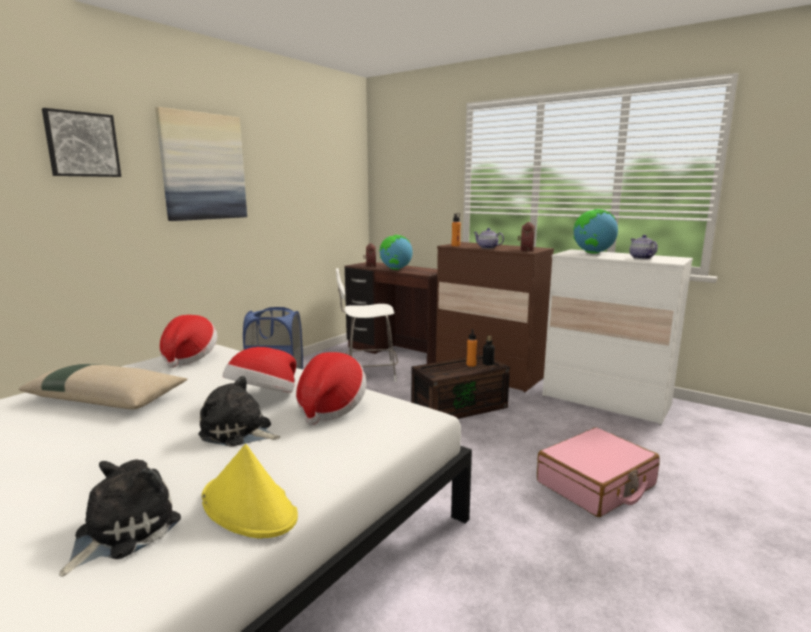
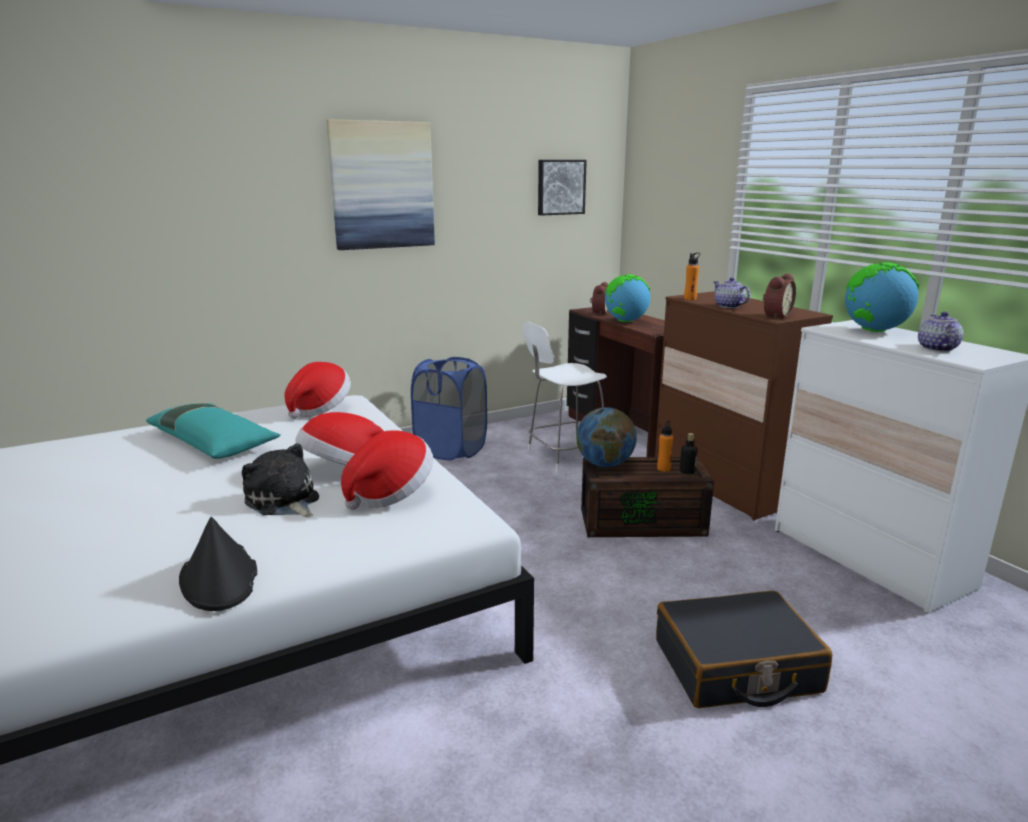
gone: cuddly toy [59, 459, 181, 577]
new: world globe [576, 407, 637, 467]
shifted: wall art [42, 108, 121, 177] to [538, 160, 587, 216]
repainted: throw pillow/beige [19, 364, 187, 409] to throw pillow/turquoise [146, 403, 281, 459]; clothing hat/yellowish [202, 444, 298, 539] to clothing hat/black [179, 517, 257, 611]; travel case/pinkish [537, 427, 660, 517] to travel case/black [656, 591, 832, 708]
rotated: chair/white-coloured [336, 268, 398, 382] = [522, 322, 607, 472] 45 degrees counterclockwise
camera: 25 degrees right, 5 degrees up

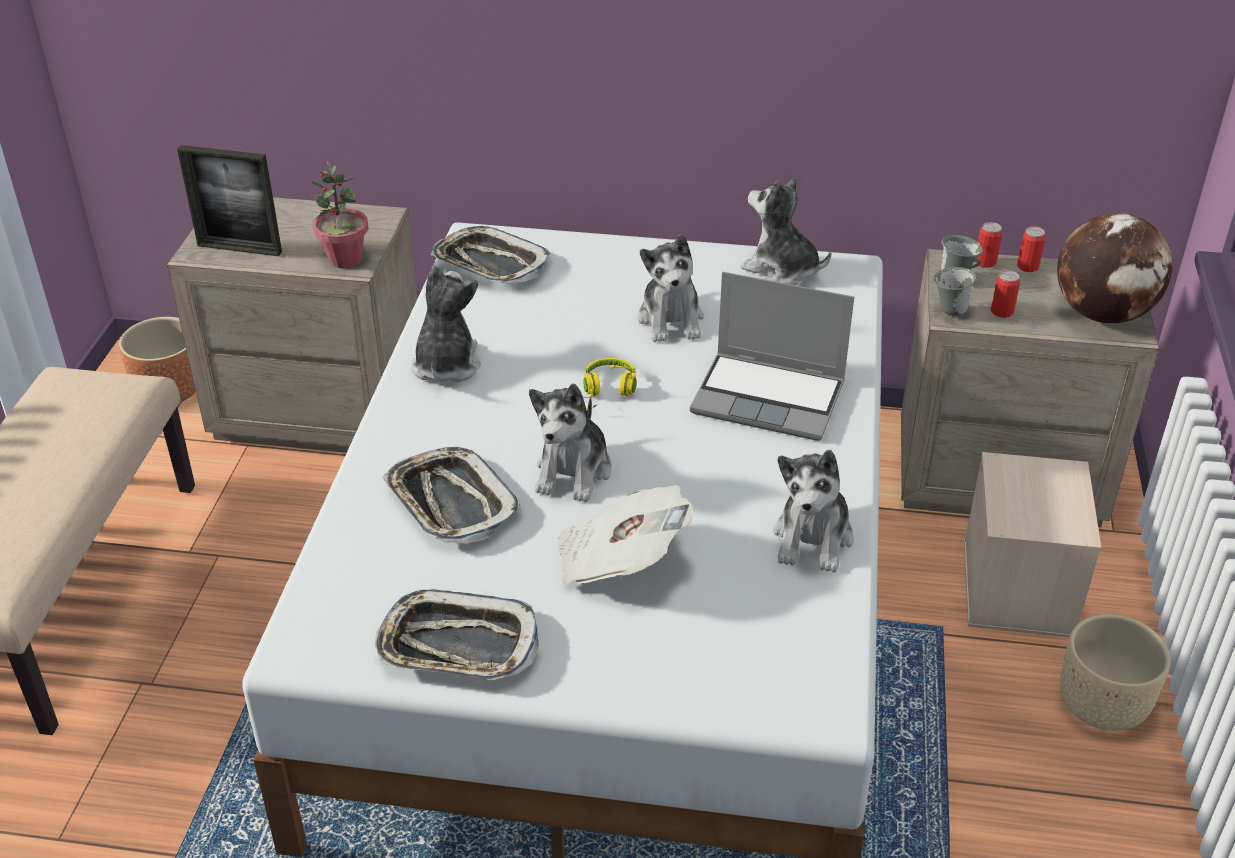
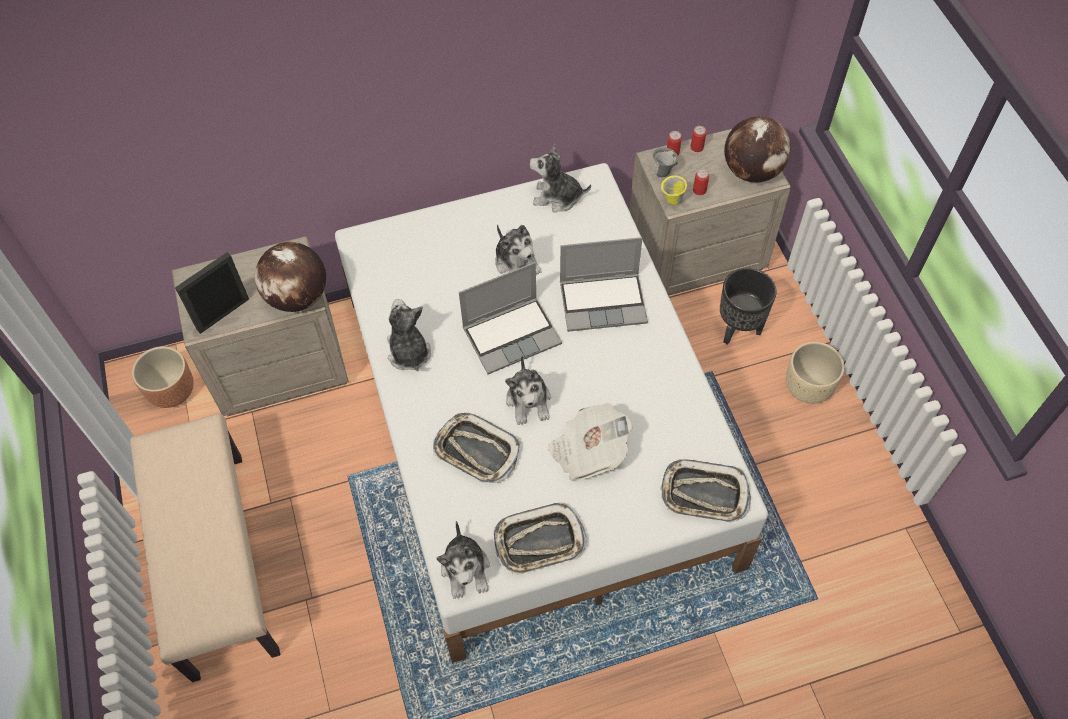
shifted: carrying tray [431, 226, 551, 284] to [660, 459, 751, 522]; cuddly toy [773, 450, 854, 573] to [437, 521, 490, 599]
swapped: plant in a pot [311, 162, 369, 268] to world globe [255, 242, 326, 312]; pair of headphones/yellowish [583, 358, 637, 409] to portable computer [459, 262, 562, 374]; storage bin/beige [964, 452, 1101, 638] to plant pot/black [720, 268, 776, 345]
repainted: coffee mug/gray [933, 267, 977, 316] to coffee mug/yellowish [661, 176, 687, 205]
rotated: picture frame [177, 145, 282, 256] = [175, 252, 249, 334] 150 degrees clockwise
camera: 25 degrees left, 20 degrees up

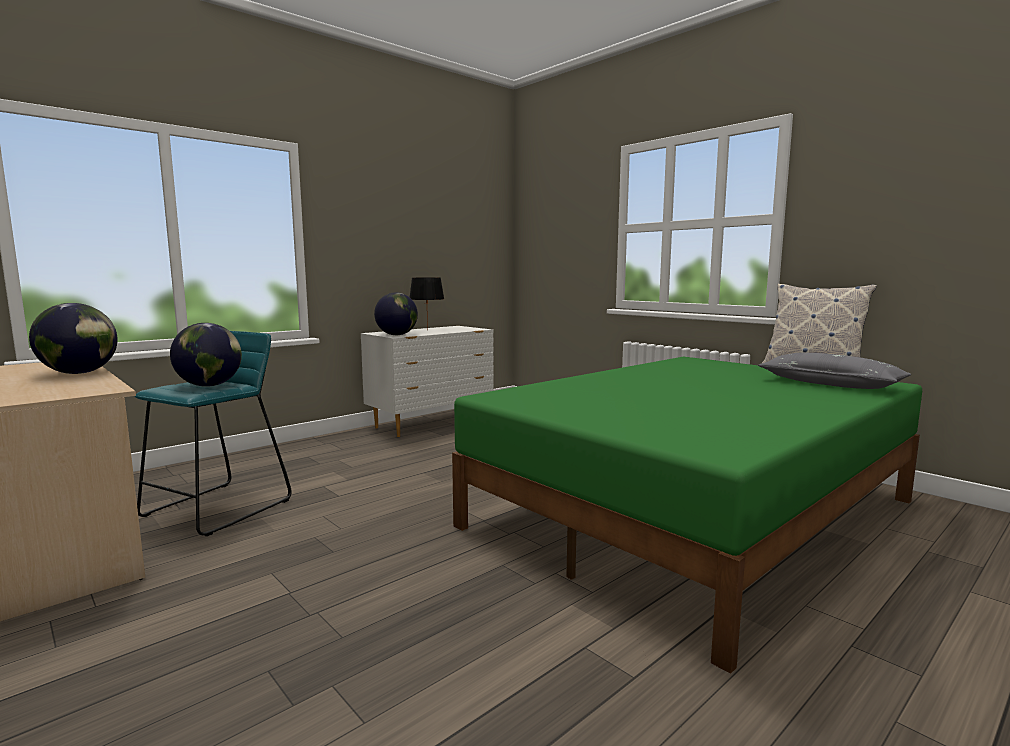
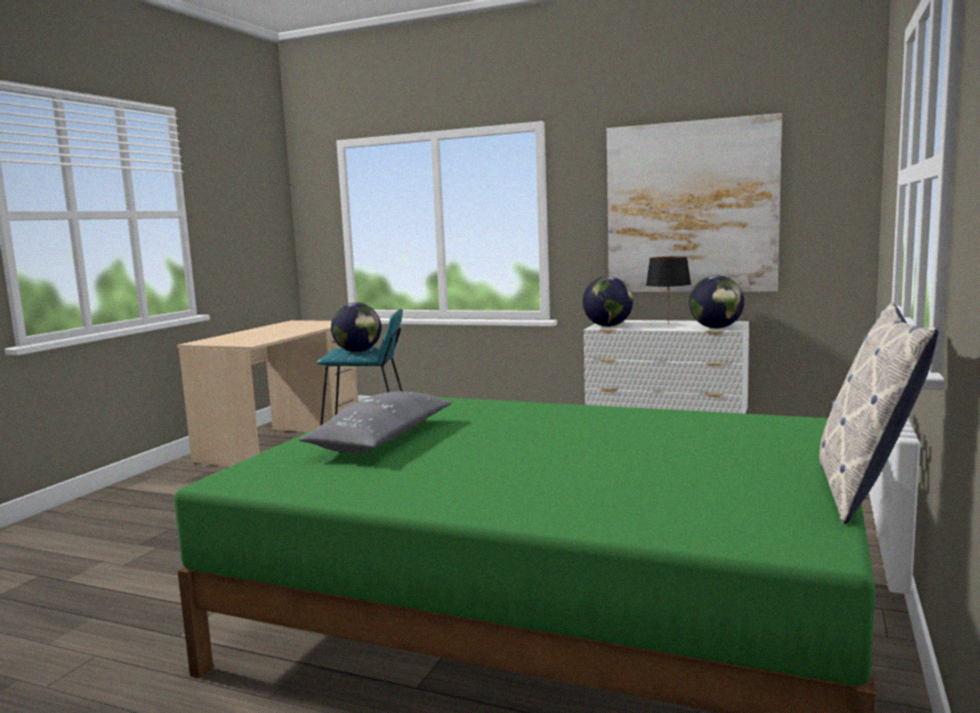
new: wall art [607, 113, 782, 292]
shifted: world globe [29, 303, 118, 374] to [689, 275, 744, 329]; throw pillow/gray [758, 353, 911, 389] to [299, 391, 452, 453]
camera: 65 degrees right, 0 degrees up

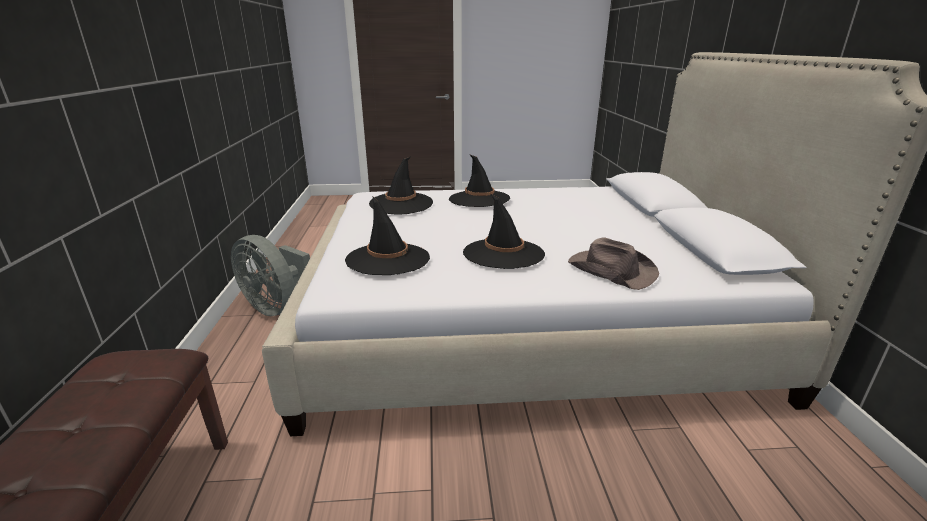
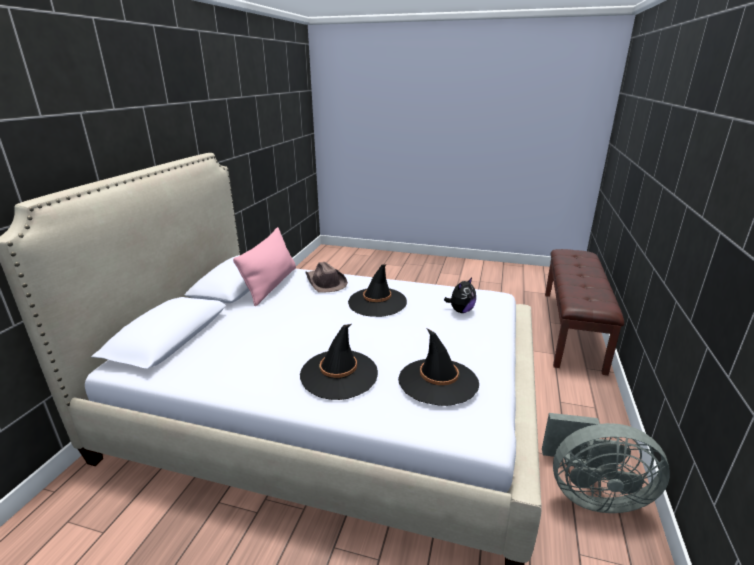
new: throw pillow/pinkish [233, 227, 296, 306]
swapped: clothing hat/black [345, 197, 430, 275] to cuddly toy [444, 277, 476, 313]
rotated: cooling fan/gray [231, 235, 310, 316] = [542, 413, 670, 513] 135 degrees clockwise
camera: 160 degrees left, 0 degrees up

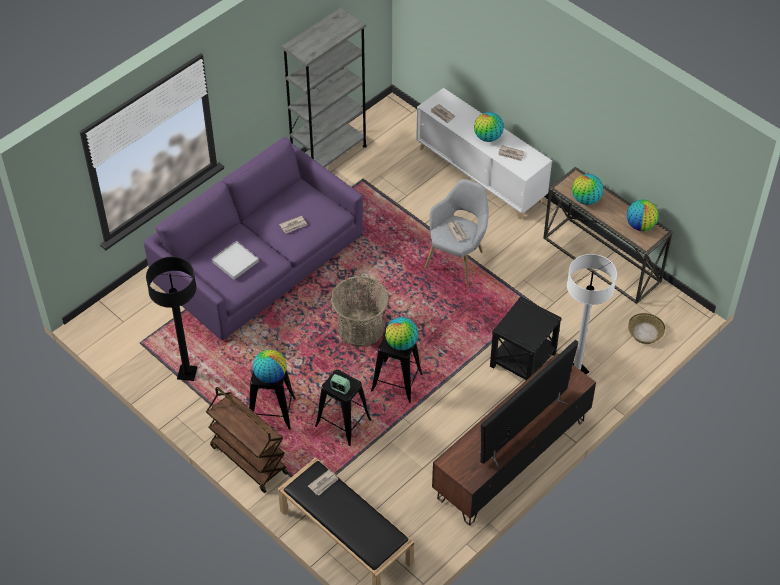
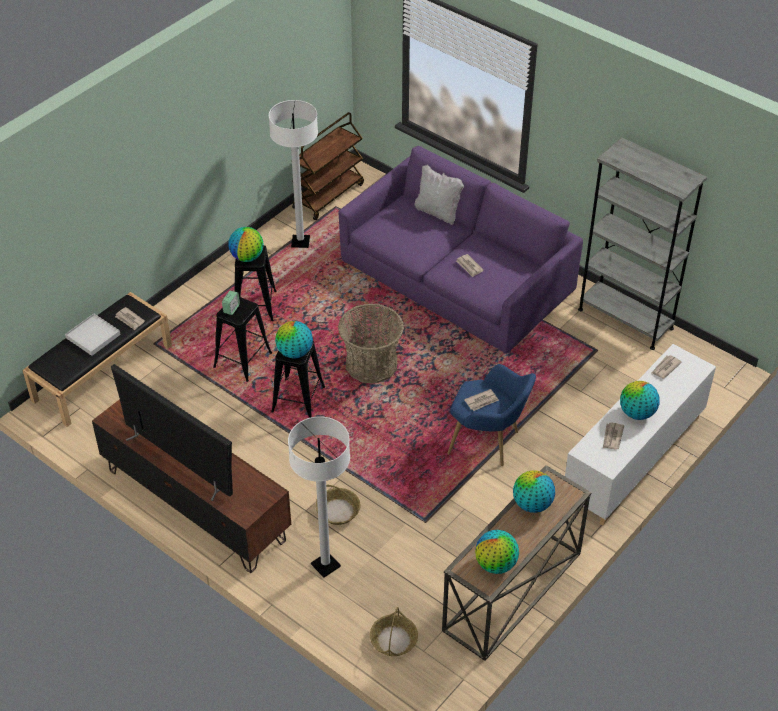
new: throw pillow/white-coloured [414, 165, 464, 225]
shifted: wheeled cart/brown-coloured [206, 387, 288, 493] to [291, 112, 364, 220]; carrying tray/white-coloured [212, 241, 259, 280] to [65, 314, 121, 356]
swapped: end table/black [490, 297, 561, 380] to storage basket [316, 485, 361, 525]
repainted: floor lamp/black [146, 257, 198, 381] to floor lamp/white-coloured [269, 100, 318, 248]; lounge chair/gray [424, 179, 489, 285] to lounge chair/blue [447, 364, 536, 466]
camera: 85 degrees right, 5 degrees down

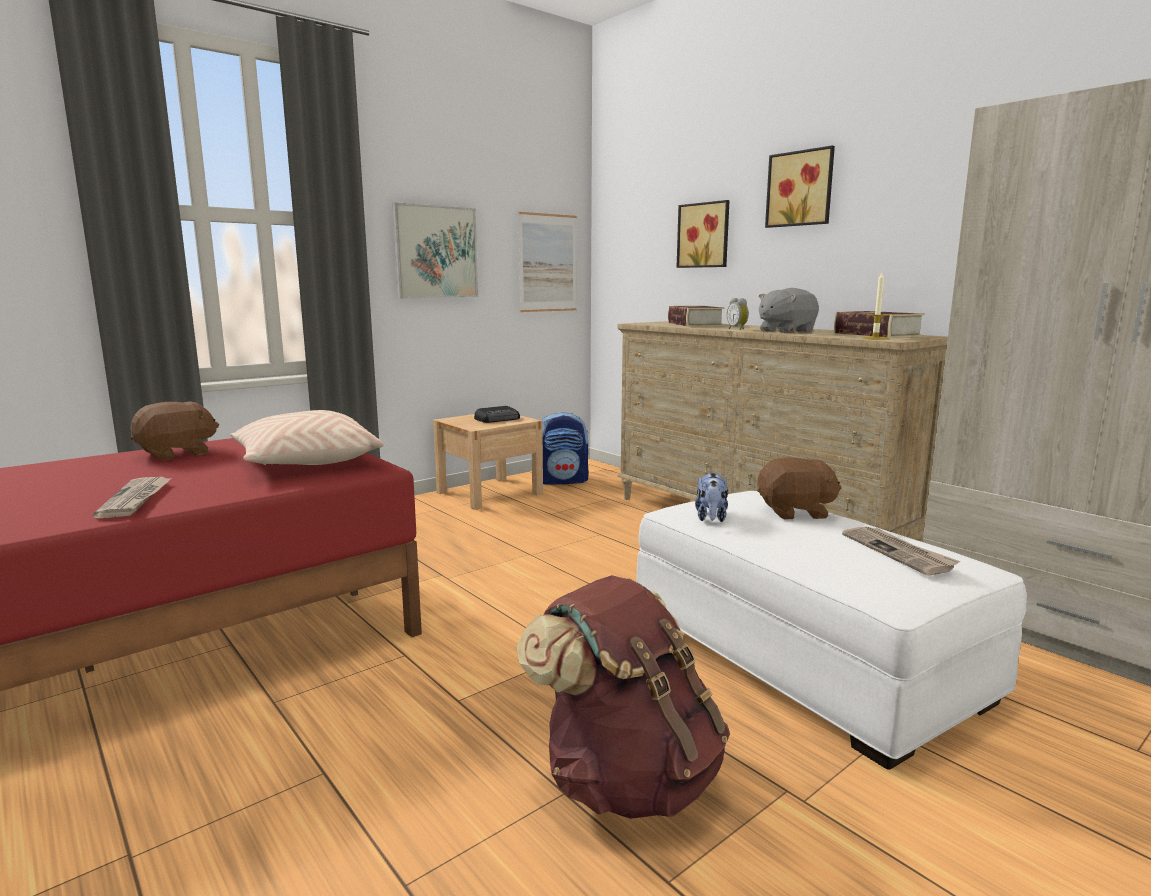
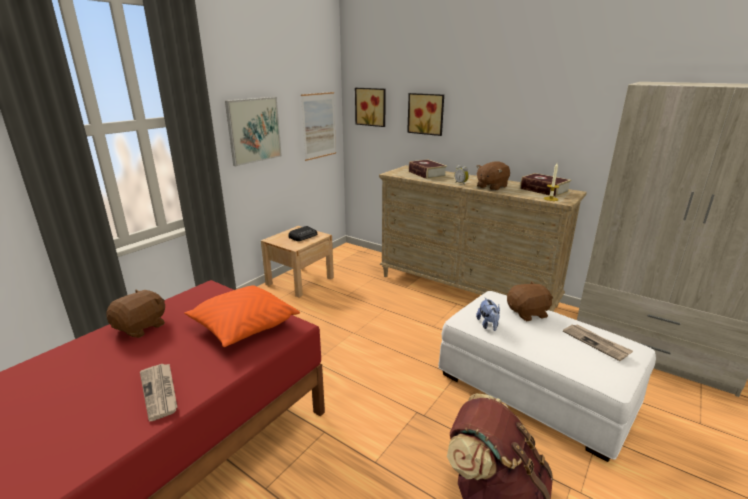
gone: backpack [542, 412, 589, 485]
shifted: wall art [765, 146, 835, 228] to [355, 88, 386, 127]
repainted: throw pillow/beige [230, 410, 384, 465] to throw pillow/orangey [184, 285, 300, 347]; cuddly toy/gray [759, 288, 819, 333] to cuddly toy/brown-coloured [476, 161, 510, 191]
camera: 15 degrees left, 10 degrees up

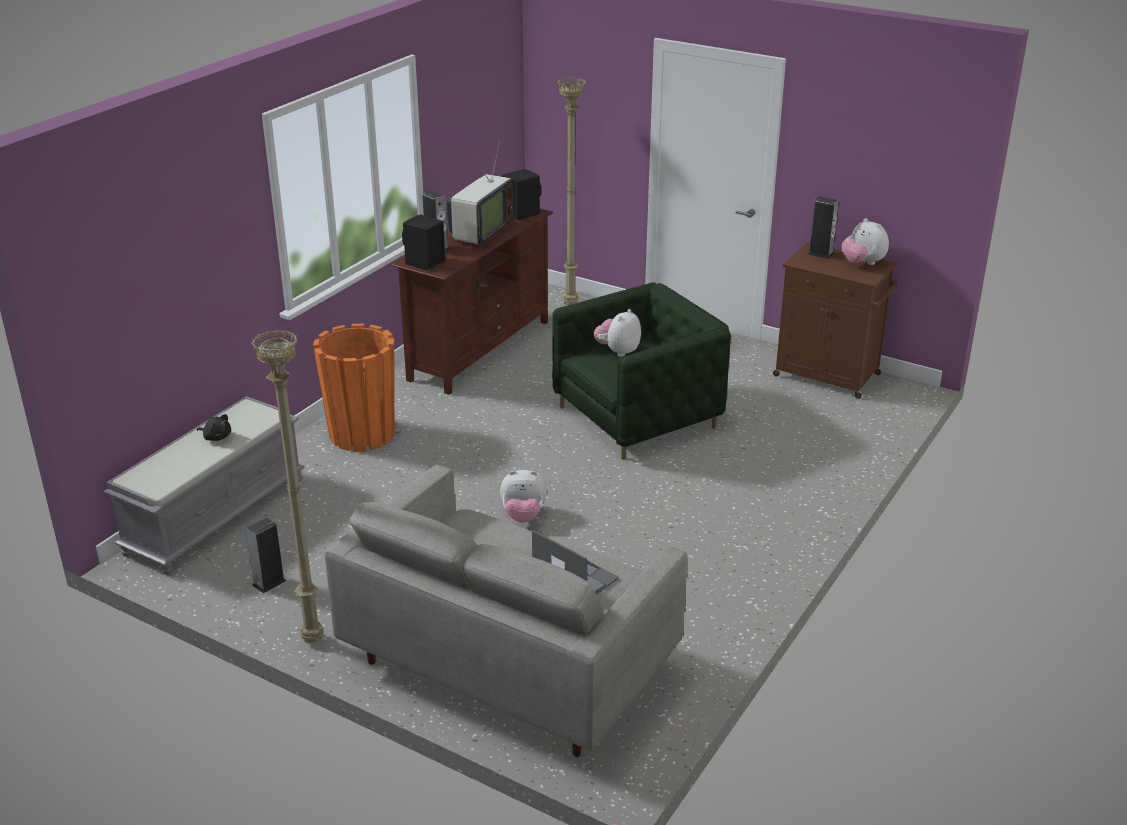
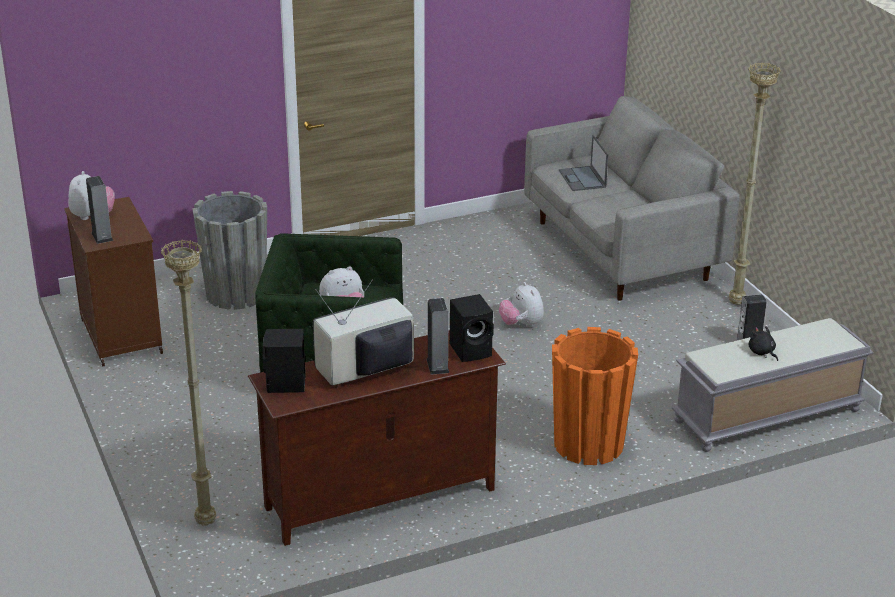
new: plant pot/gray [192, 191, 267, 310]
rotated: cuddly toy [500, 470, 547, 523] = [499, 282, 544, 327] 150 degrees counterclockwise
camera: 145 degrees left, 0 degrees up

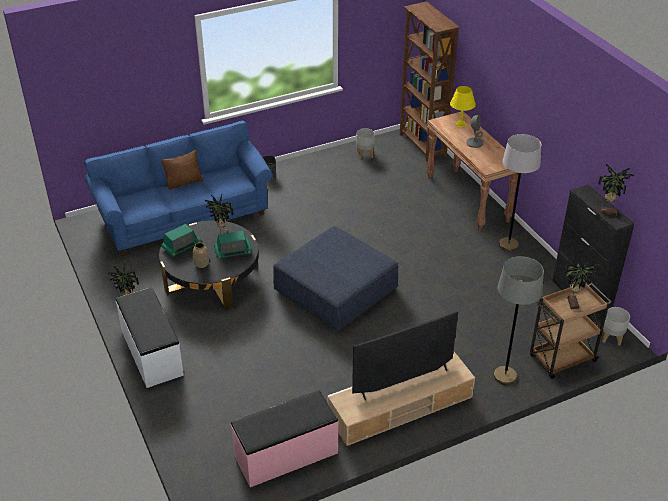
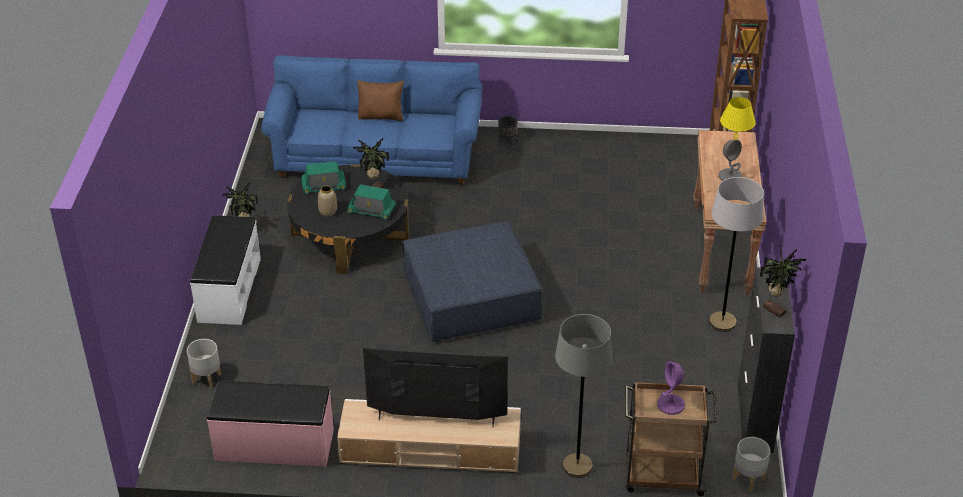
shifted: plant pot/gray [356, 128, 375, 159] to [187, 339, 222, 389]
swapped: plant in a pot [564, 258, 599, 309] to tabletop lamp/purple-coloured [657, 361, 685, 415]
camera: 30 degrees right, 0 degrees up

